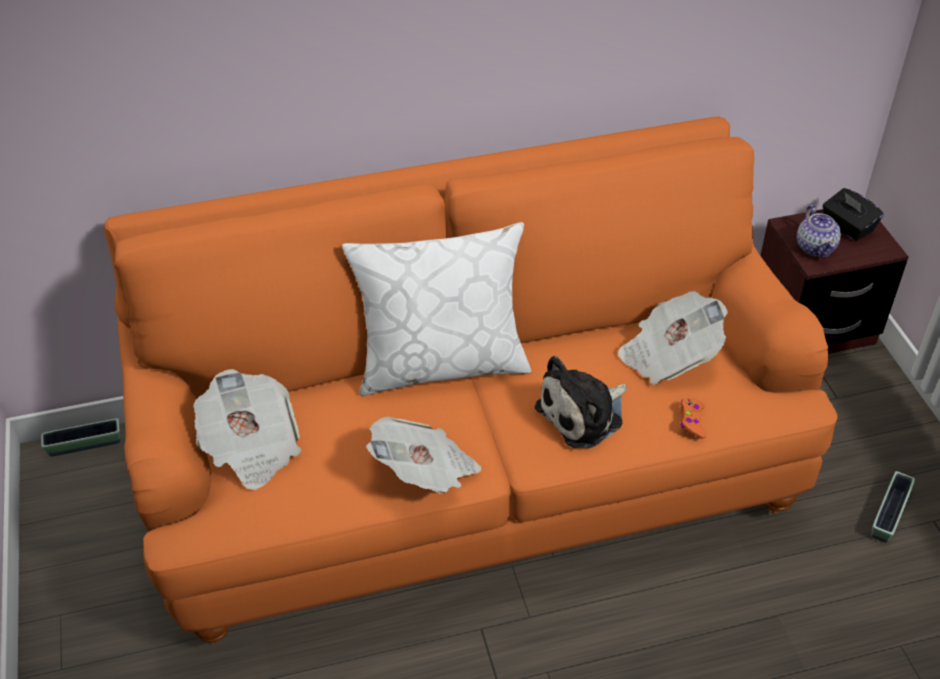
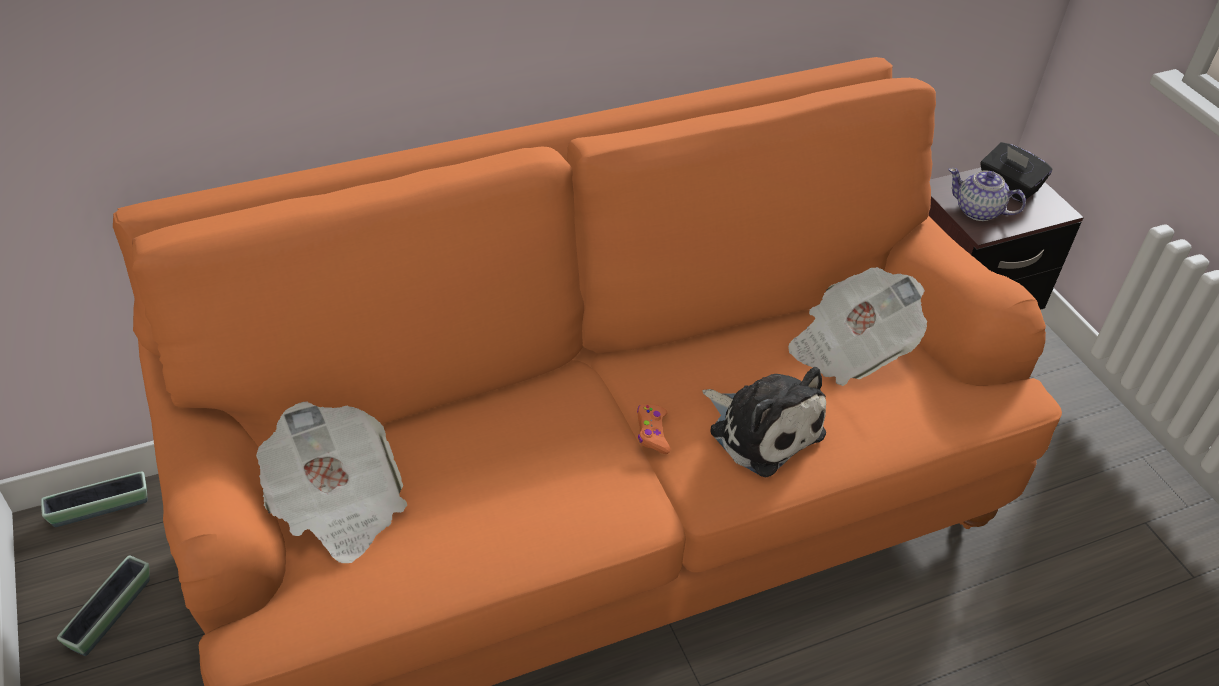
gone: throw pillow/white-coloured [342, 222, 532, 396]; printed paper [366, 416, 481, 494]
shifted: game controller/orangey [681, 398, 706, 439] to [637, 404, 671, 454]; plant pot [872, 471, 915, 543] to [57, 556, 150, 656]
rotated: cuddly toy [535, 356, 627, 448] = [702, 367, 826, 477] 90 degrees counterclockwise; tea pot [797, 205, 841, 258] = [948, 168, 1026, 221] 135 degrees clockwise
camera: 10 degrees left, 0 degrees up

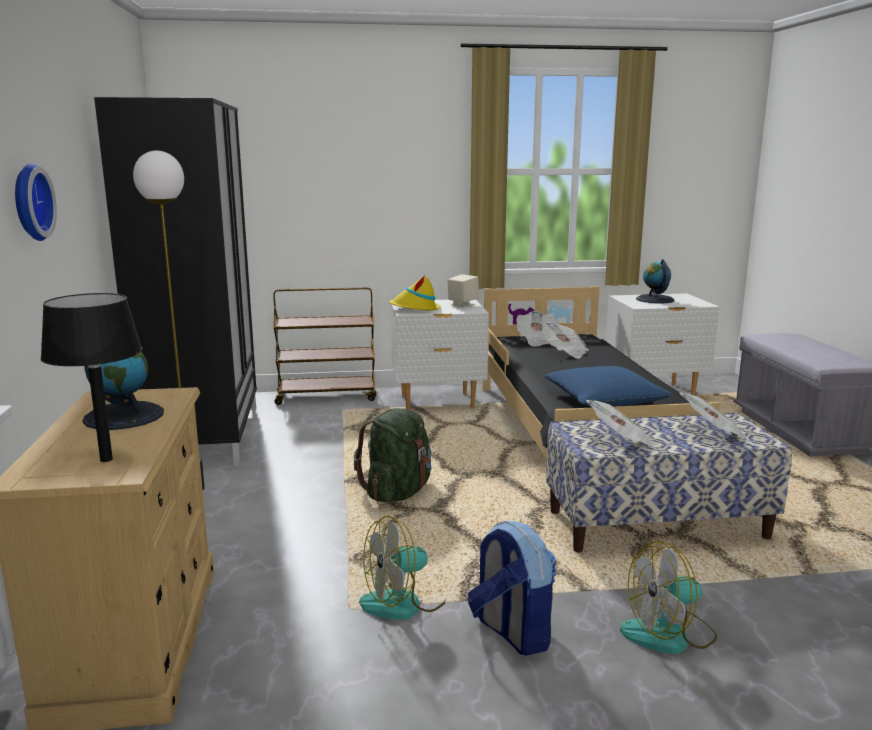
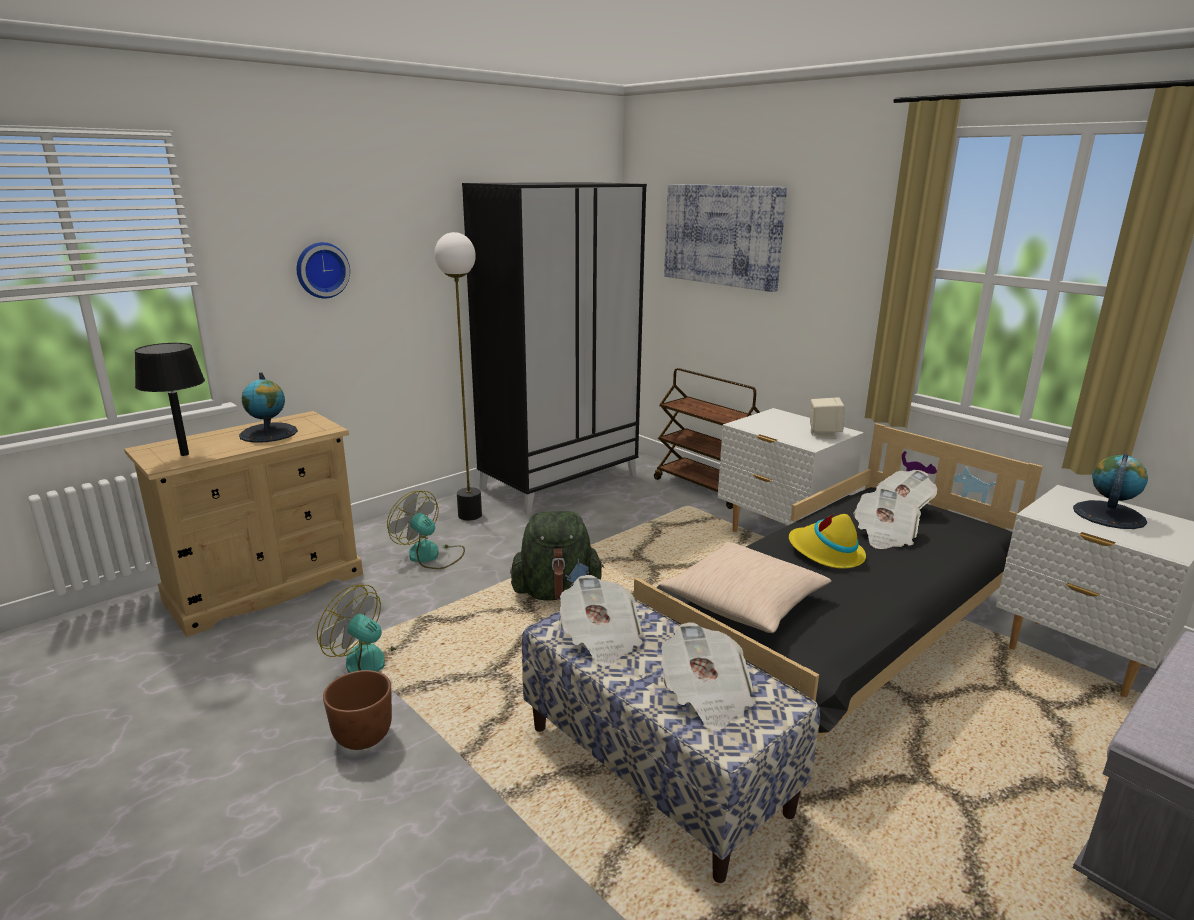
new: wall art [664, 184, 787, 292]
shifted: clothing hat/yellowish [389, 275, 441, 310] to [789, 514, 866, 568]; cooling fan [620, 541, 717, 654] to [387, 491, 465, 569]
swapped: backpack [468, 521, 556, 656] to plant pot/brown-coloured [323, 670, 392, 750]
repainted: throw pillow/blue [544, 366, 673, 407] to throw pillow/beige [659, 542, 831, 633]
camera: 55 degrees right, 5 degrees up

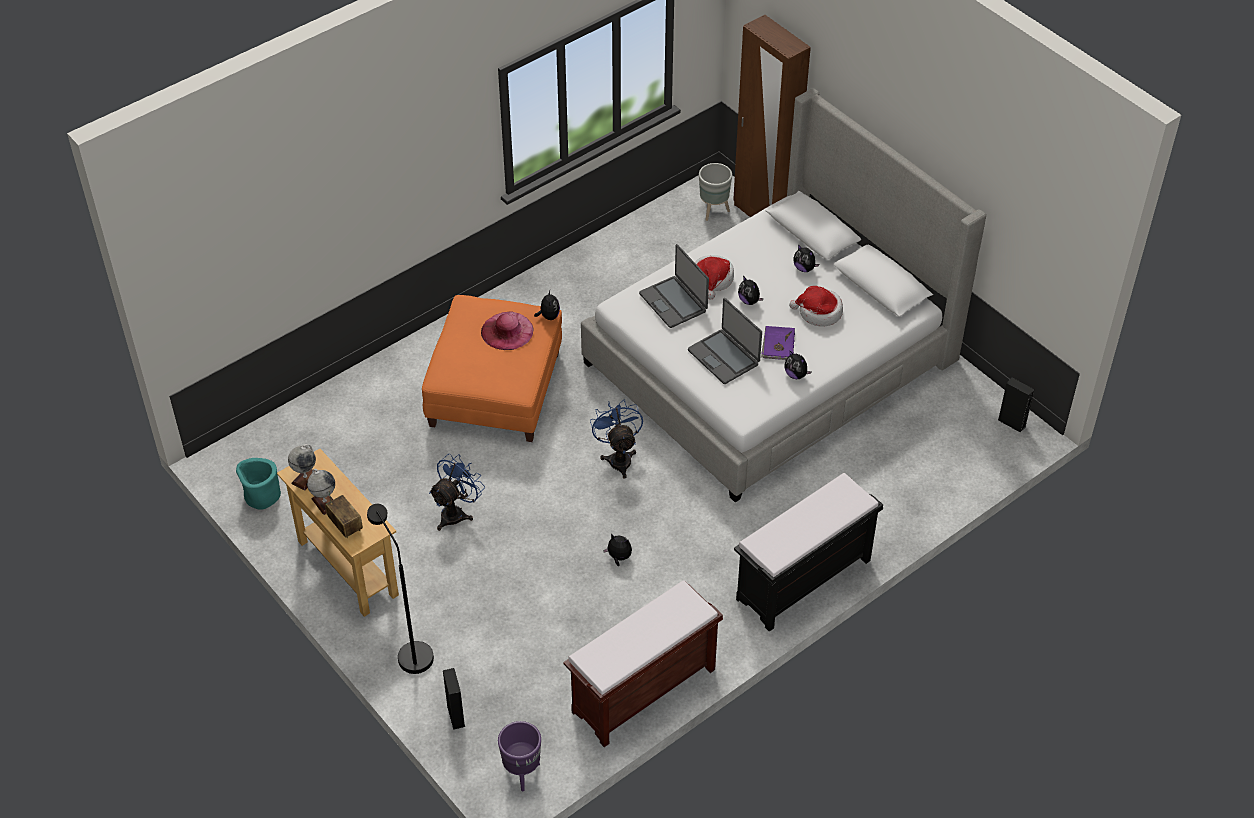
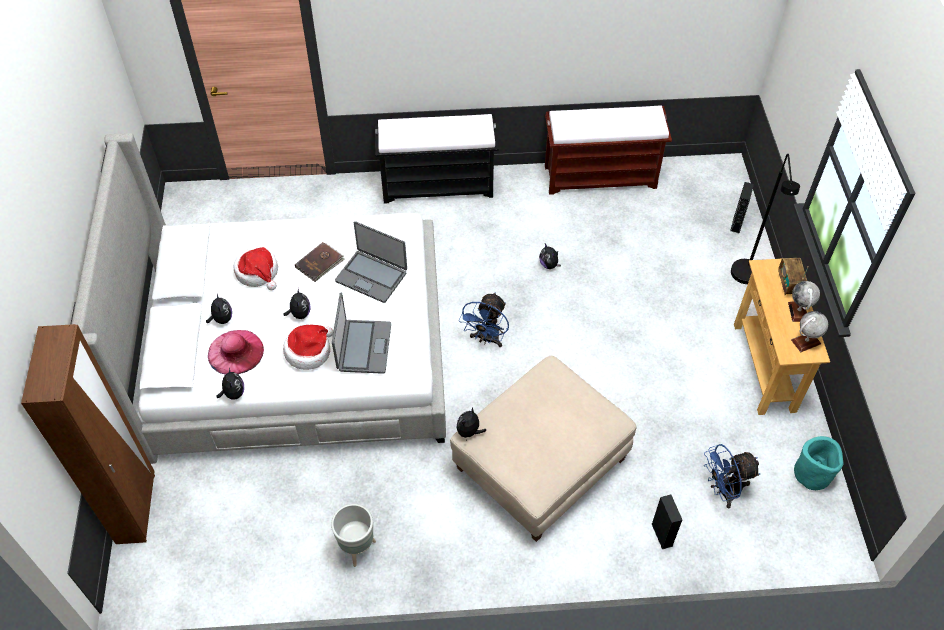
gone: plant pot/purple-coloured [498, 721, 541, 792]
shifted: cooling fan/blue [429, 454, 485, 531] to [704, 444, 761, 509]; clothing hat/pinkish [481, 311, 534, 350] to [208, 330, 264, 375]; plant pot/gray [699, 163, 732, 221] to [331, 504, 376, 567]; cuddly toy [785, 351, 812, 379] to [216, 368, 244, 399]; speaker/black [998, 378, 1034, 433] to [651, 495, 682, 549]
repainted: pouffe/orangey [422, 295, 562, 442] to pouffe/beige [450, 355, 637, 542]; bound book/purple-coloured [761, 326, 795, 360] to bound book/brown-coloured [295, 242, 345, 282]
rotated: portable computer [688, 298, 762, 384] = [335, 221, 407, 303] 120 degrees clockwise
camera: 145 degrees left, 5 degrees up

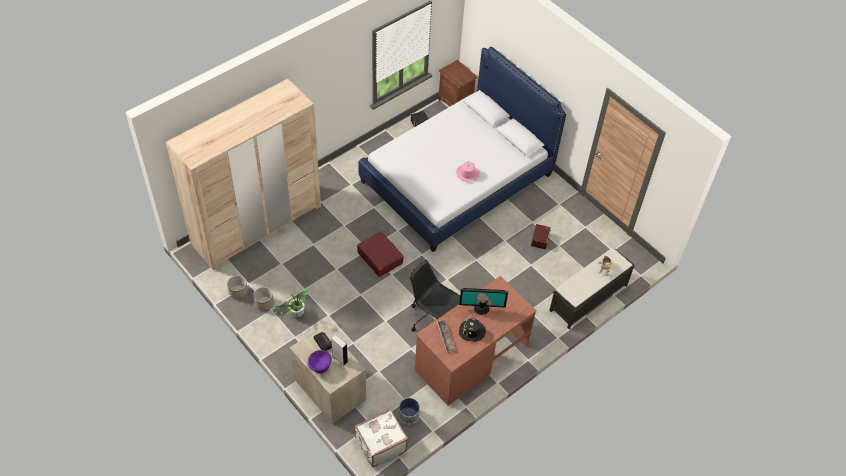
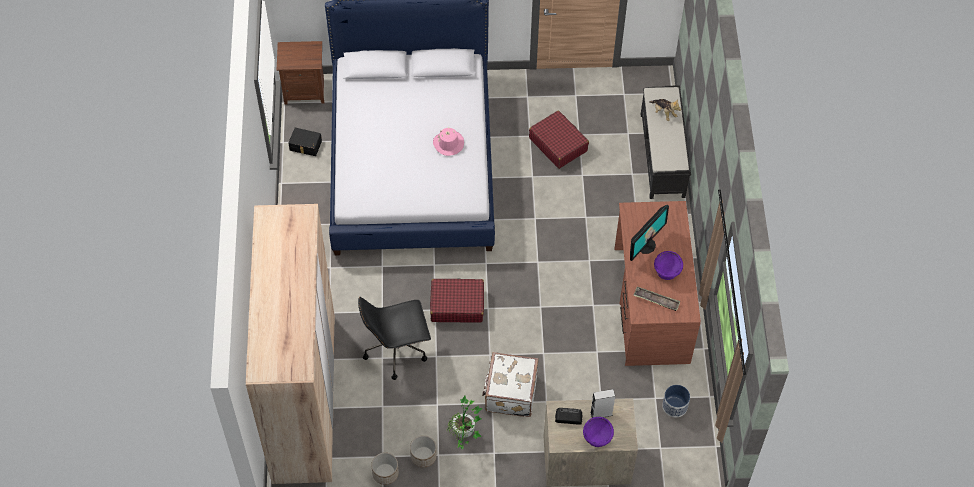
shifted: travel case/white-coloured [355, 409, 408, 468] to [482, 352, 538, 417]; office chair/black [410, 260, 460, 332] to [358, 297, 431, 380]
swapped: clothing hat/black [459, 318, 486, 342] to serving bowl/purple-coloured [654, 251, 683, 280]; storage bin/brown-coloured [531, 224, 551, 249] to travel case/red [529, 111, 589, 169]
camera: 50 degrees left, 5 degrees up

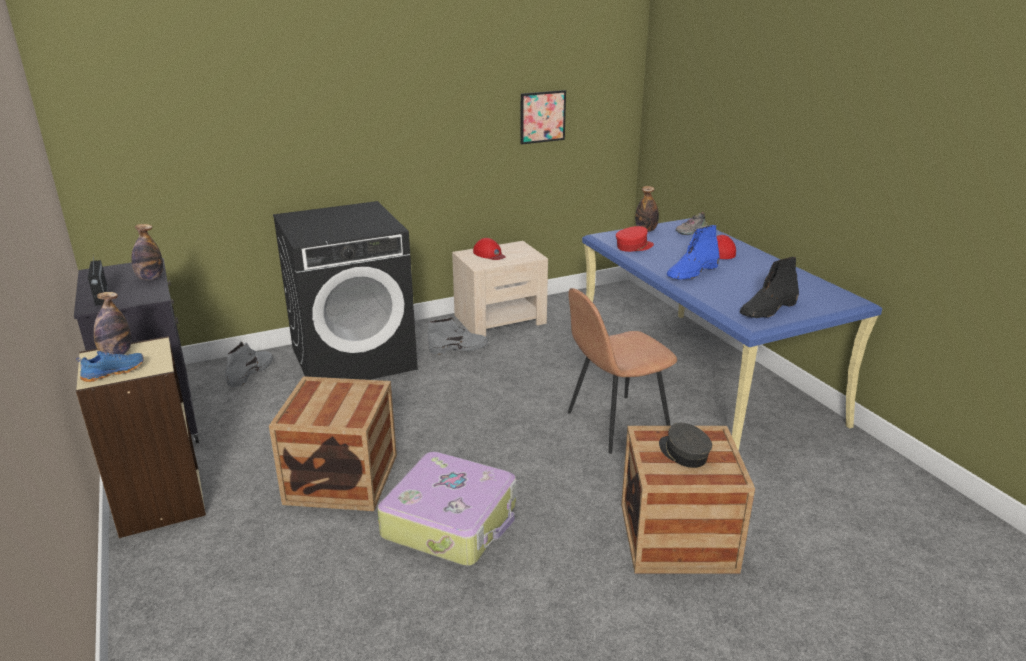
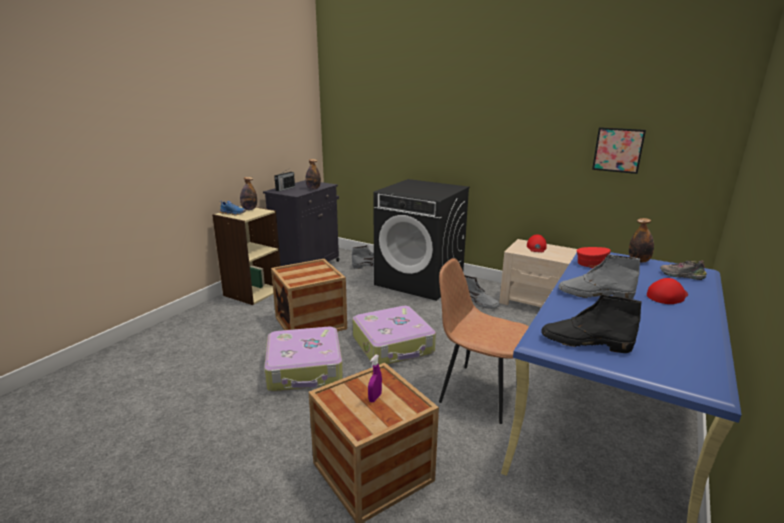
new: travel case [352, 306, 436, 365]
swapped: baseball cap/gray [659, 423, 712, 468] to hand sprayer/purple-coloured [368, 355, 382, 402]
repainted: boot/blue [667, 225, 720, 279] to boot/gray [558, 254, 640, 299]
camera: 55 degrees right, 5 degrees down

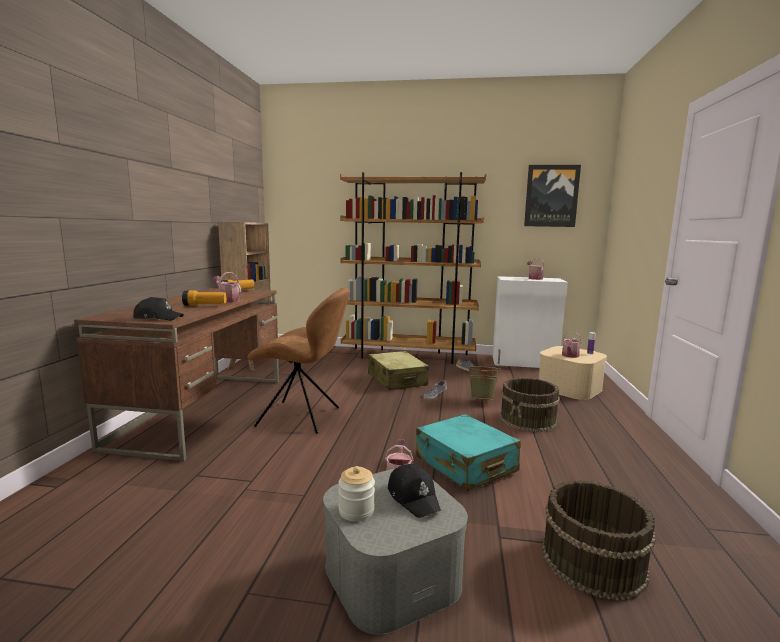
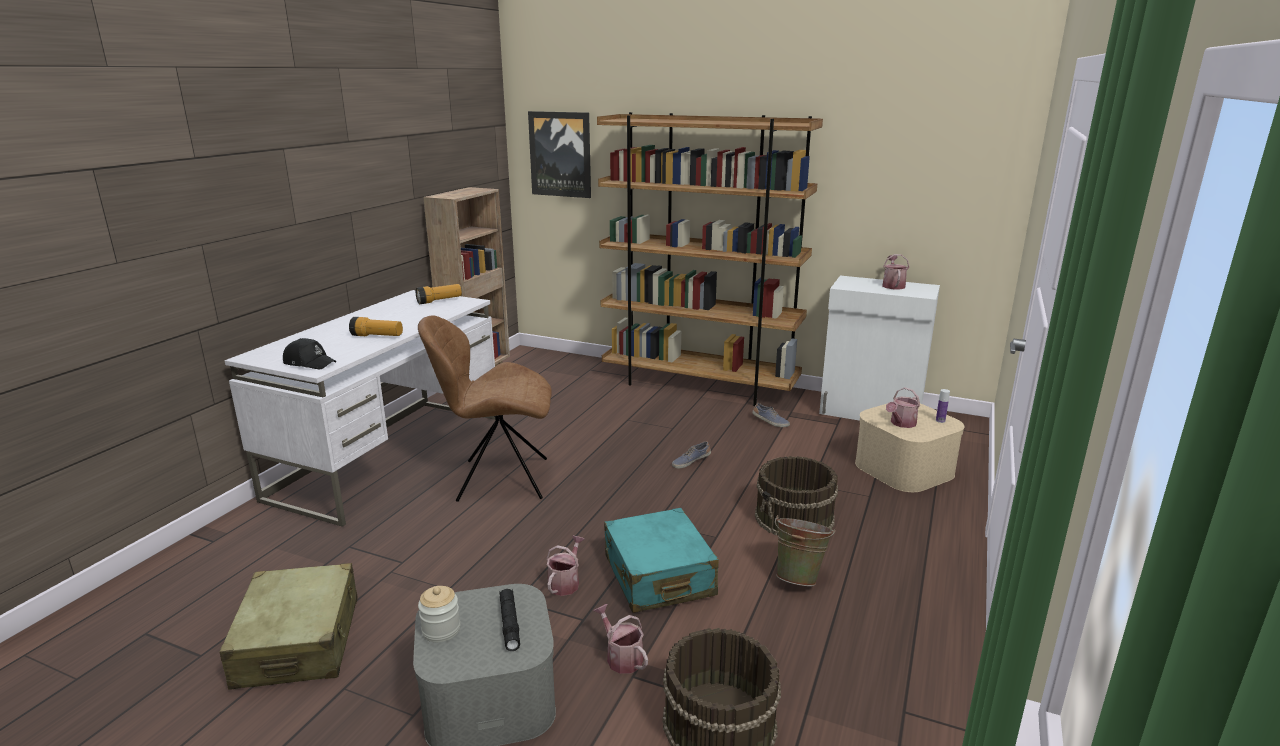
shifted: watering pot [212, 272, 241, 303] to [594, 604, 648, 674]; travel case/beige [368, 351, 429, 390] to [220, 563, 358, 690]; water bucket/green [467, 366, 501, 400] to [775, 515, 836, 586]; wall art [524, 165, 581, 227] to [528, 111, 591, 198]
swapped: baseball cap/black [388, 464, 441, 518] to torch/black [499, 589, 520, 651]
repainted: desk/brown-coloured [74, 288, 279, 462] to desk/white-coloured [225, 290, 495, 527]
rotated: chair/brown-coloured [248, 287, 350, 434] = [418, 315, 552, 502] 150 degrees clockwise
camera: 15 degrees right, 10 degrees up

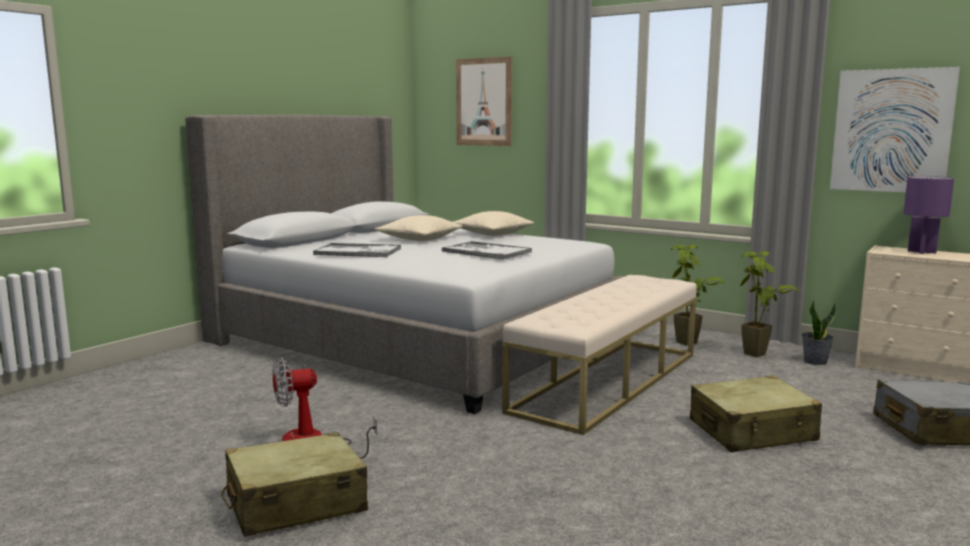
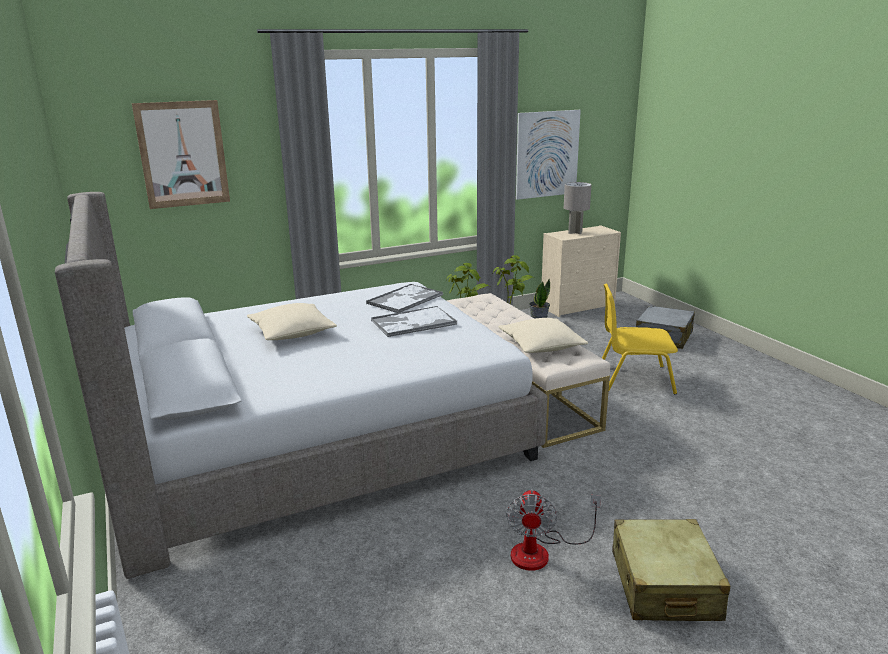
shifted: carrying tray [313, 243, 401, 257] to [366, 284, 443, 313]; throw pillow/beige [453, 211, 534, 236] to [498, 318, 588, 353]
swapped: travel case/beige [690, 376, 822, 452] to chair/yellowish [602, 283, 678, 394]
repainted: tabletop lamp/purple-coloured [904, 176, 954, 254] to tabletop lamp/gray [564, 182, 591, 234]
camera: 60 degrees left, 10 degrees up

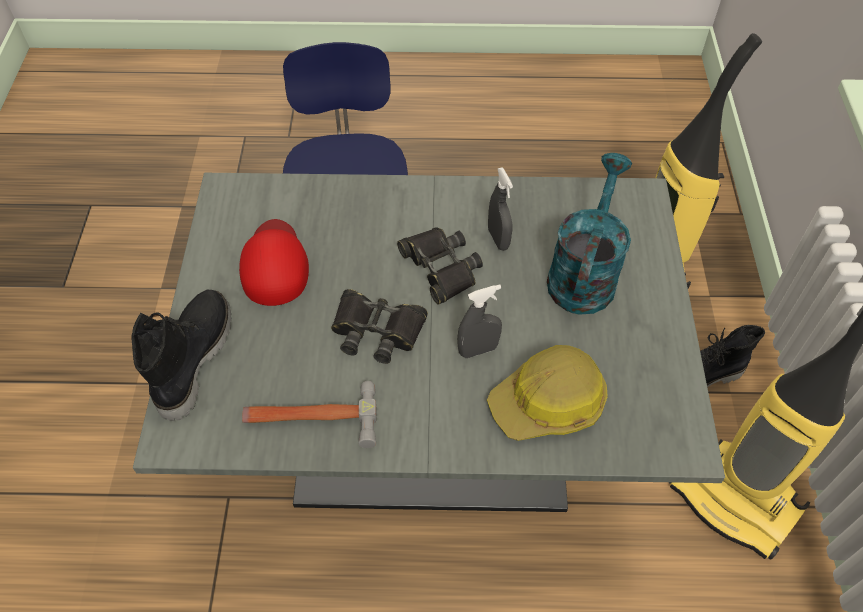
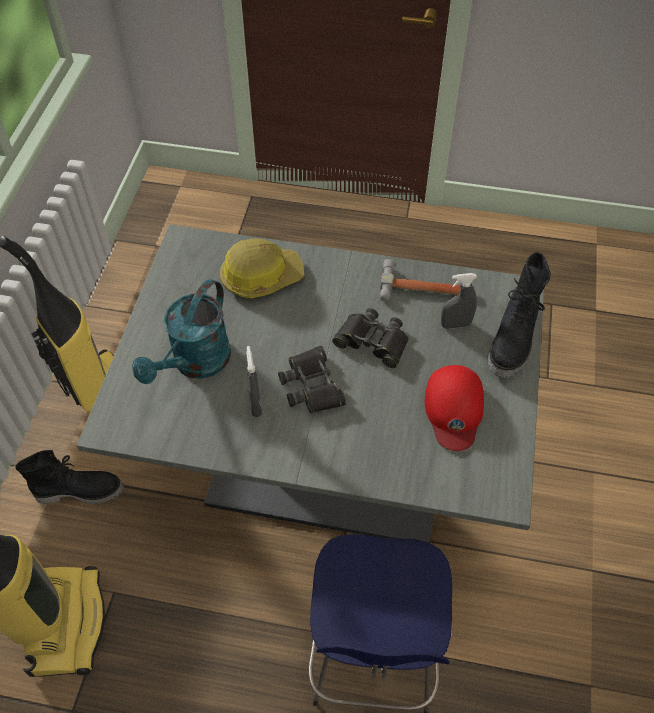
shifted: hand sprayer/gray [457, 284, 502, 358] to [441, 273, 477, 329]
camera: 170 degrees left, 0 degrees up

